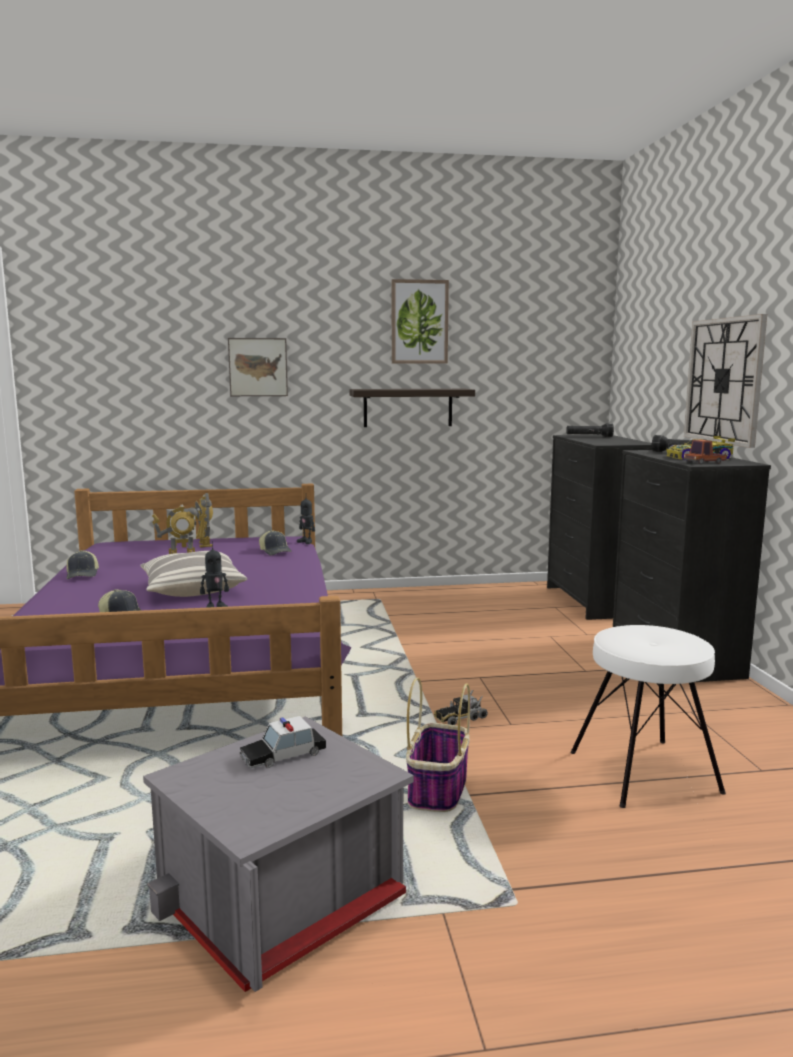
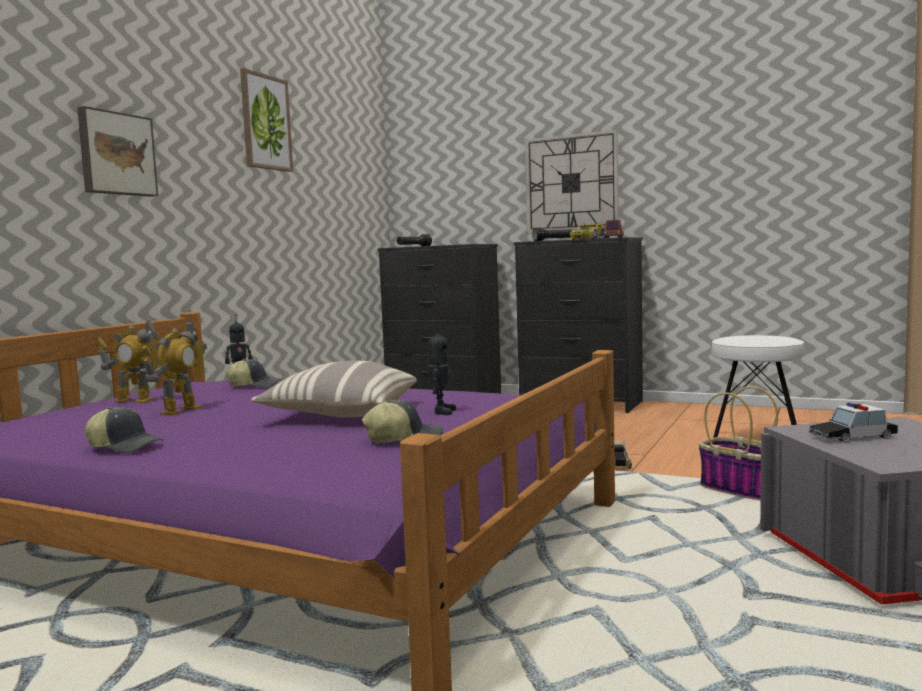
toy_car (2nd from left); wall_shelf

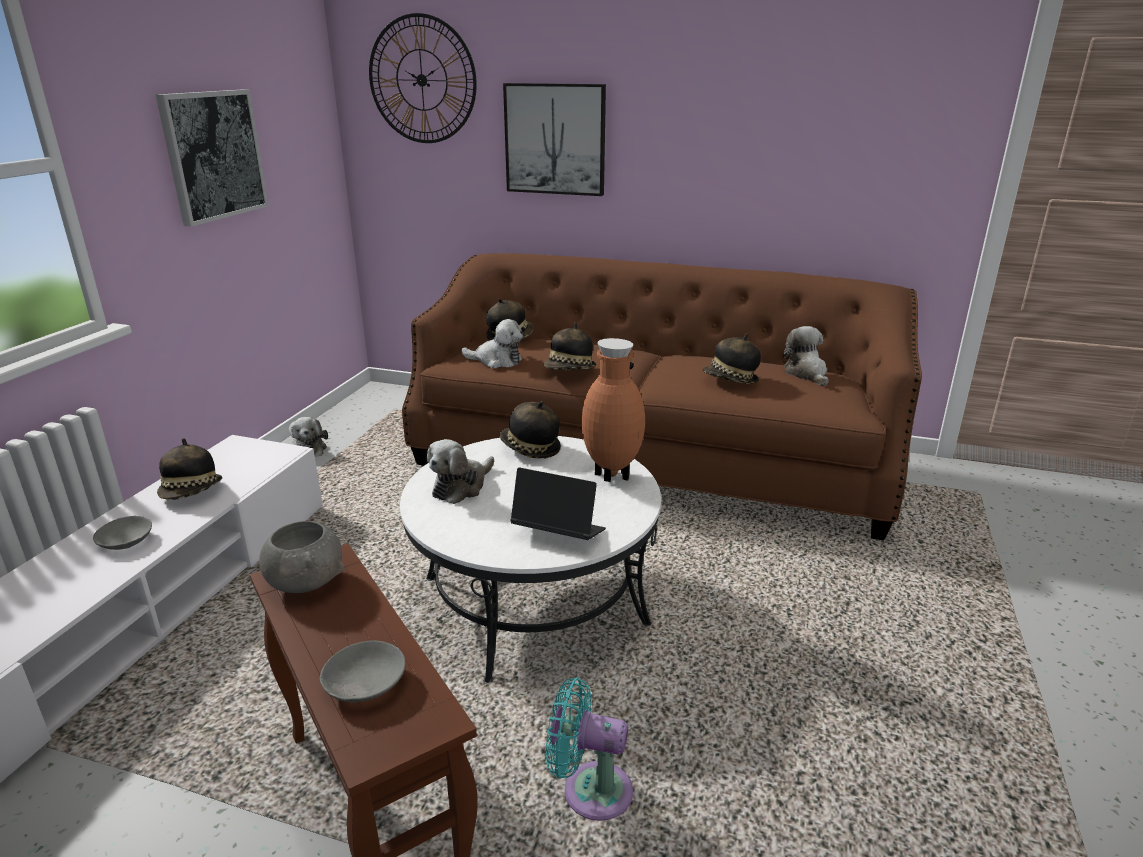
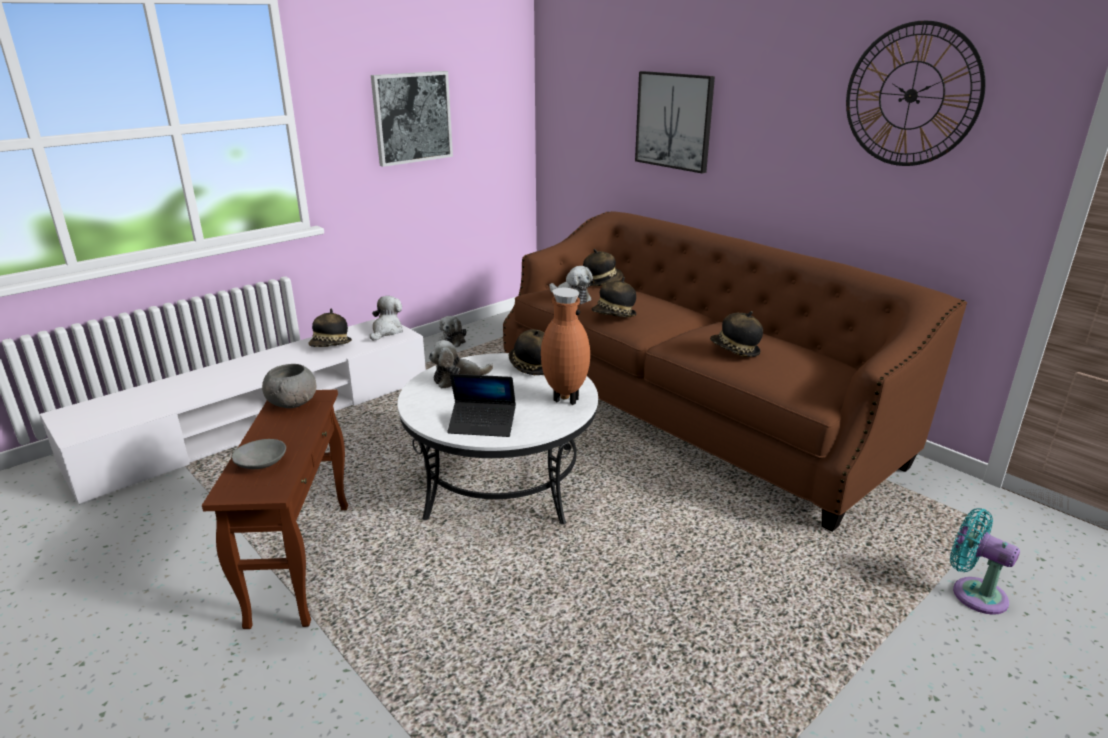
greyish_serving_bowl (1st from left in the first image); clock_on_the_wall; notebook_computer; blue-green_cooling_fan; soft_toy (1st from left)

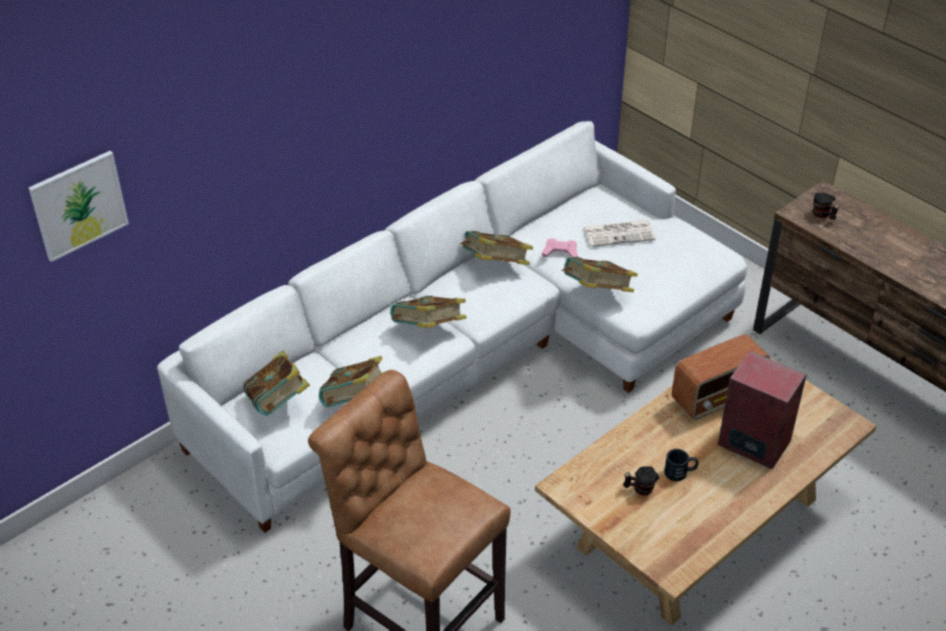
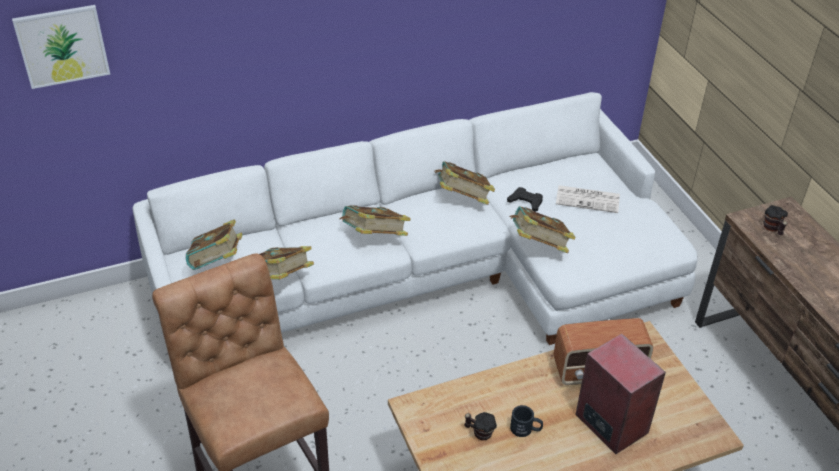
black-coloured_gamepad

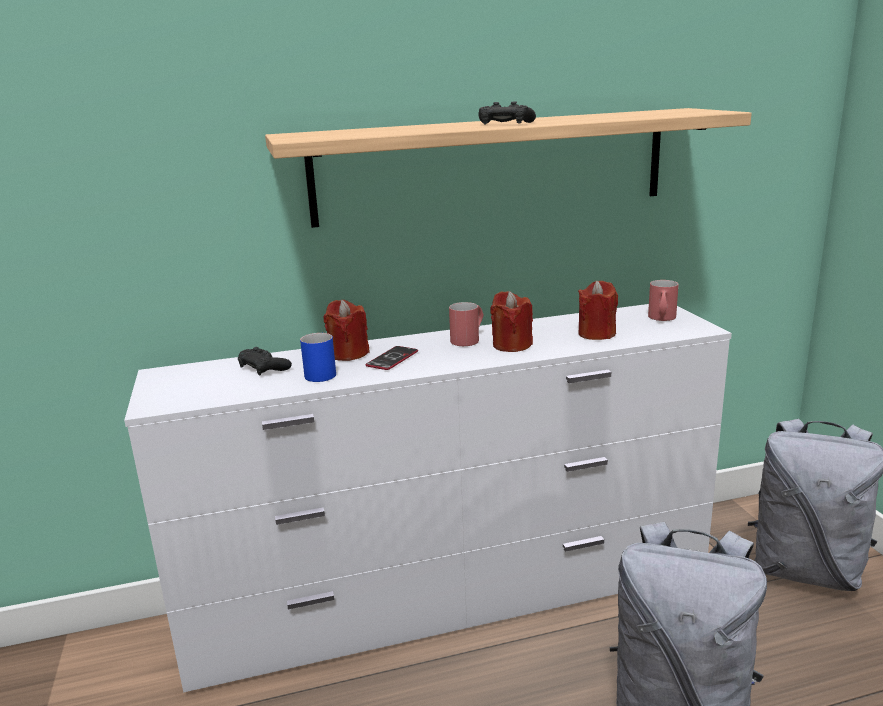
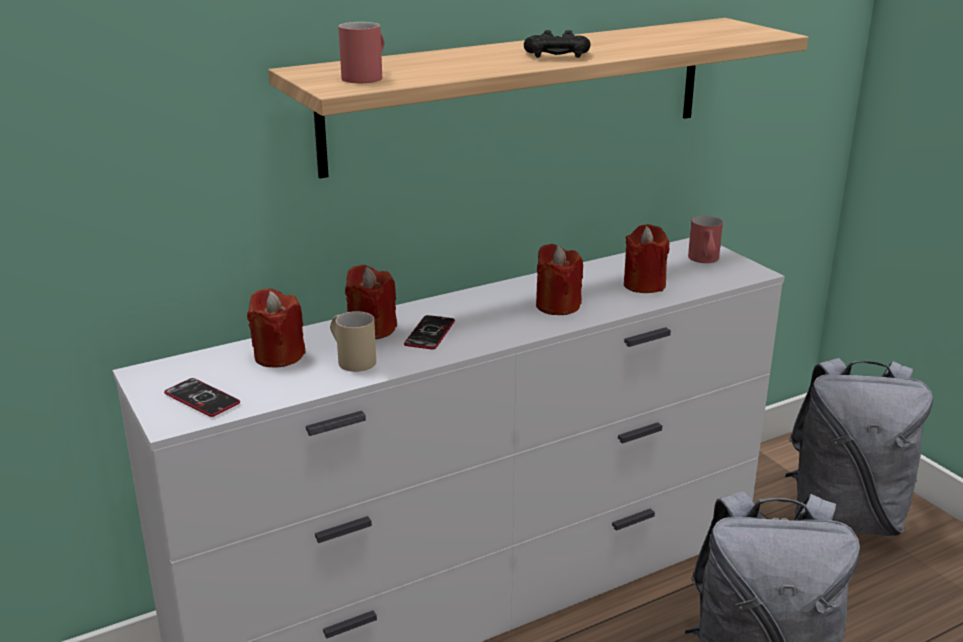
red_wax_light (1st from left); sand-coloured_tea_mug; red_tea_mug (1st from left); telephone (1st from left)

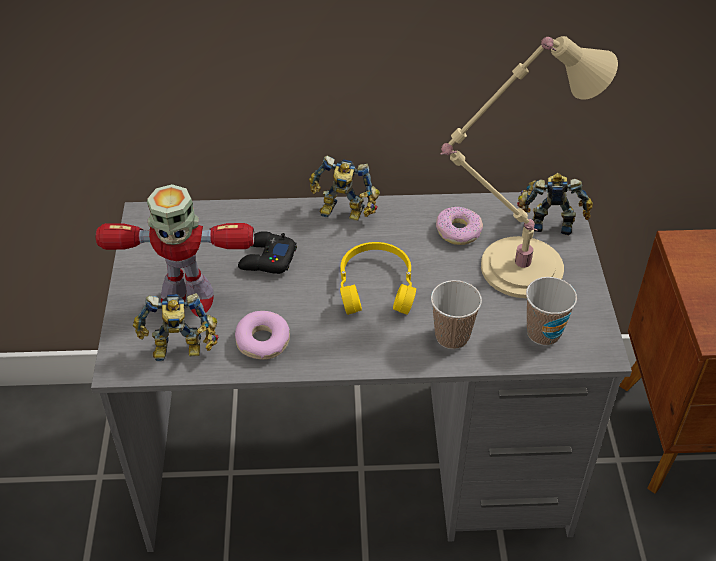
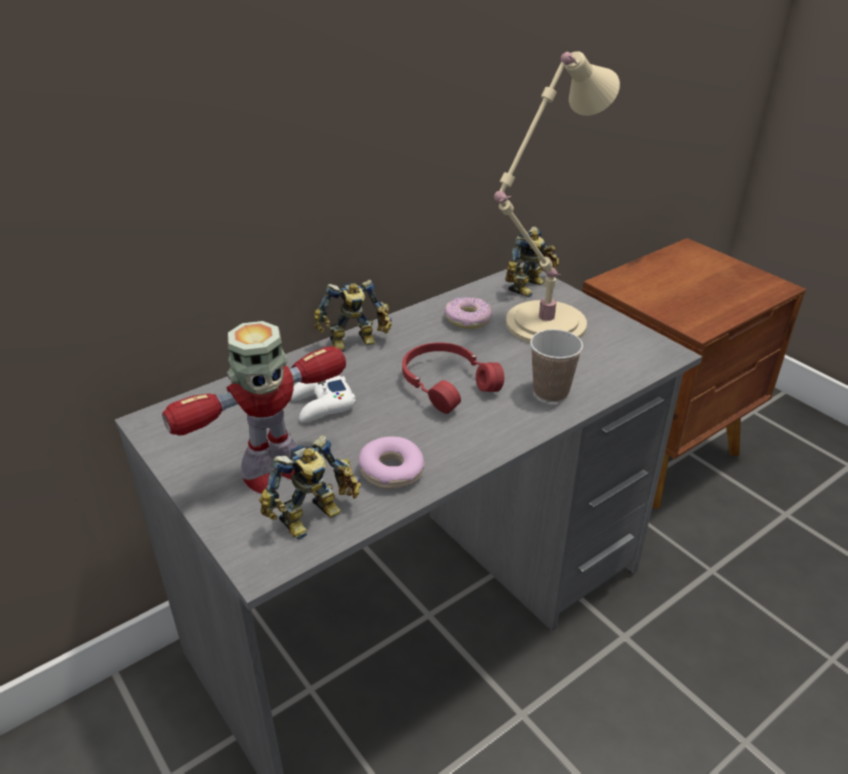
white-coloured_gamepad; red_headphones; model_robot (4th from left); small_cup (2nd from left in the first image)

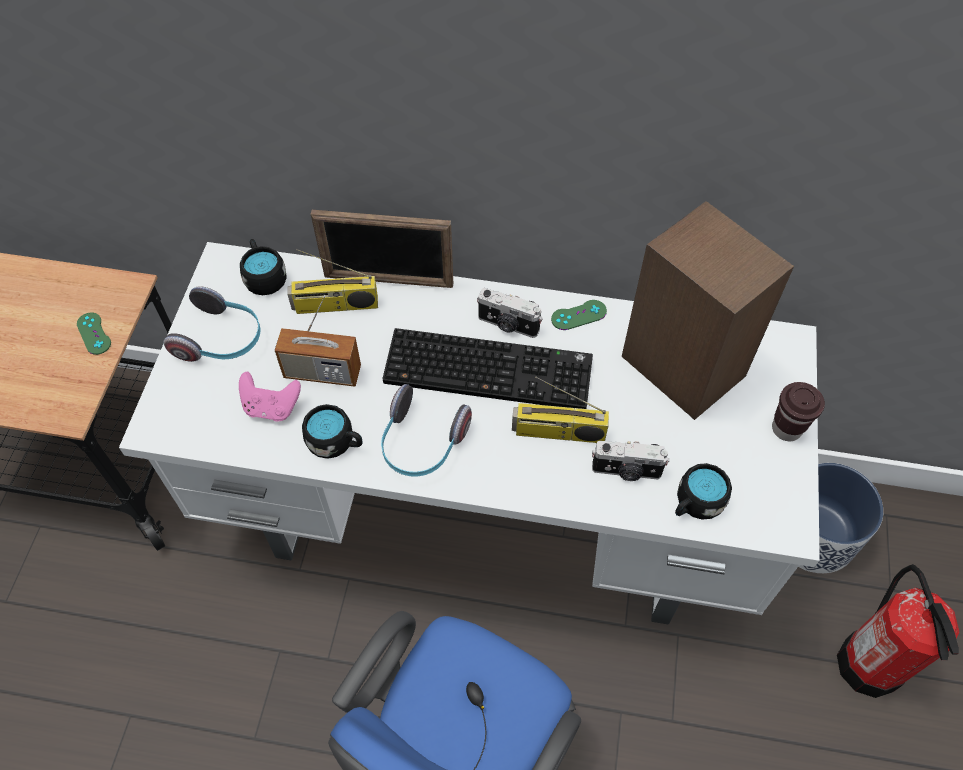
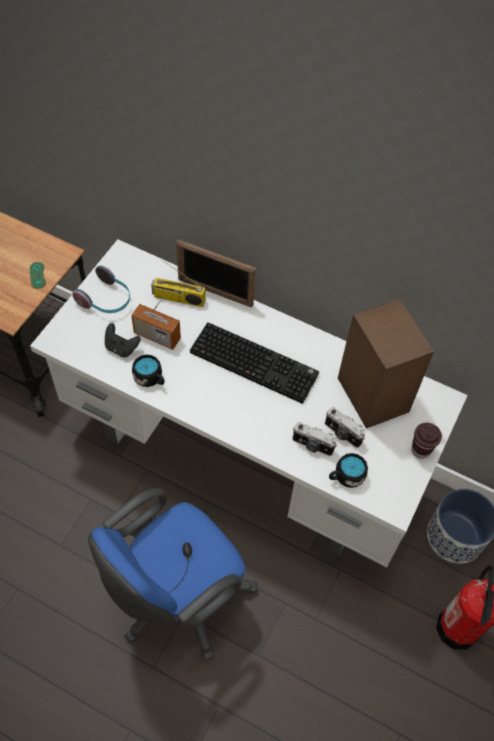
black-coloured_gamepad; black-coloured_tea_mug (1st from left in the first image); headphones (2nd from left in the first image); still_camera (2nd from left); radio (3rd from left in the first image); green_gamepad (2nd from left in the first image)

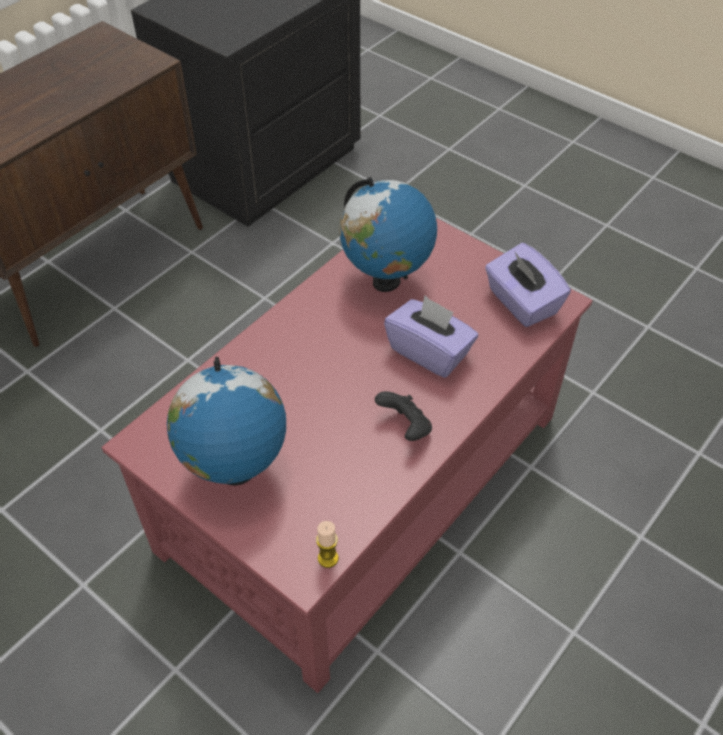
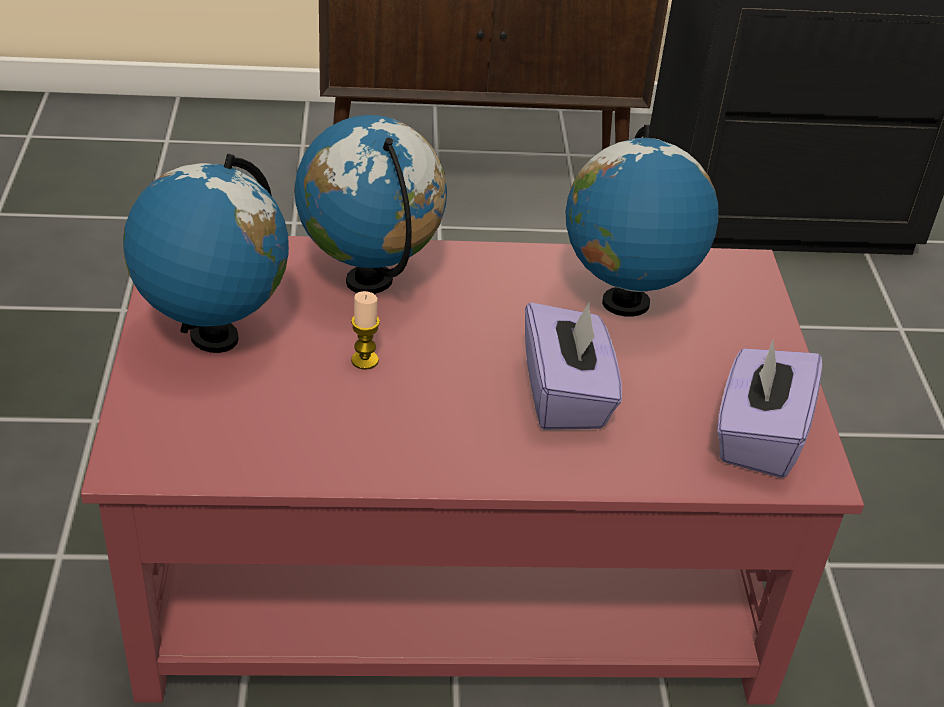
wax_light; black-coloured_gamepad; desk_globe (2nd from left)

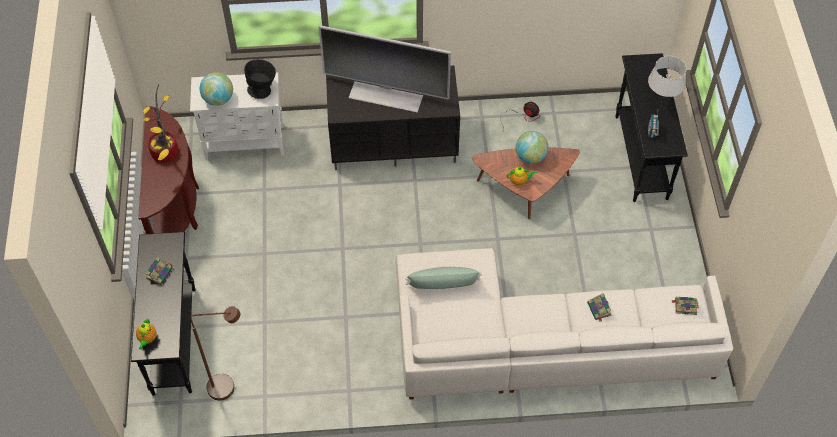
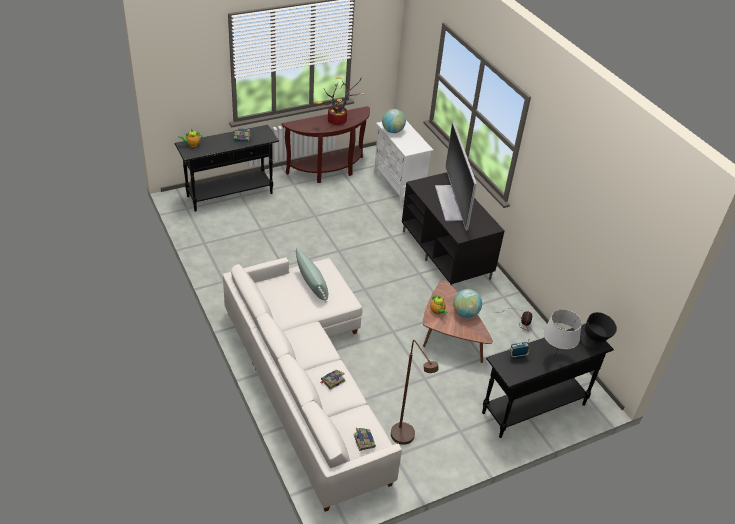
brownish_standard_lamp; black-coloured_serving_bowl

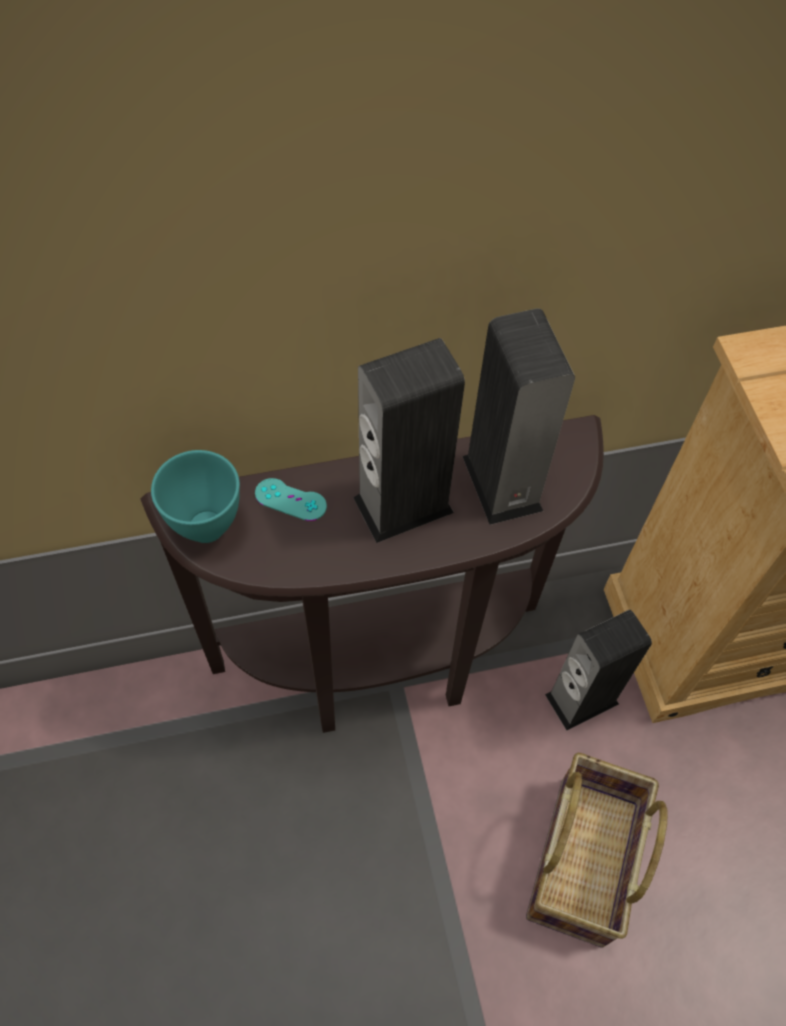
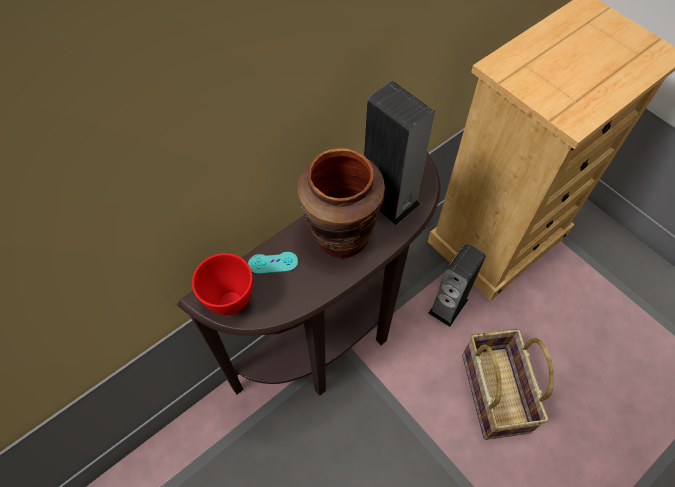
red_serving_bowl; brownish_flower_vase

